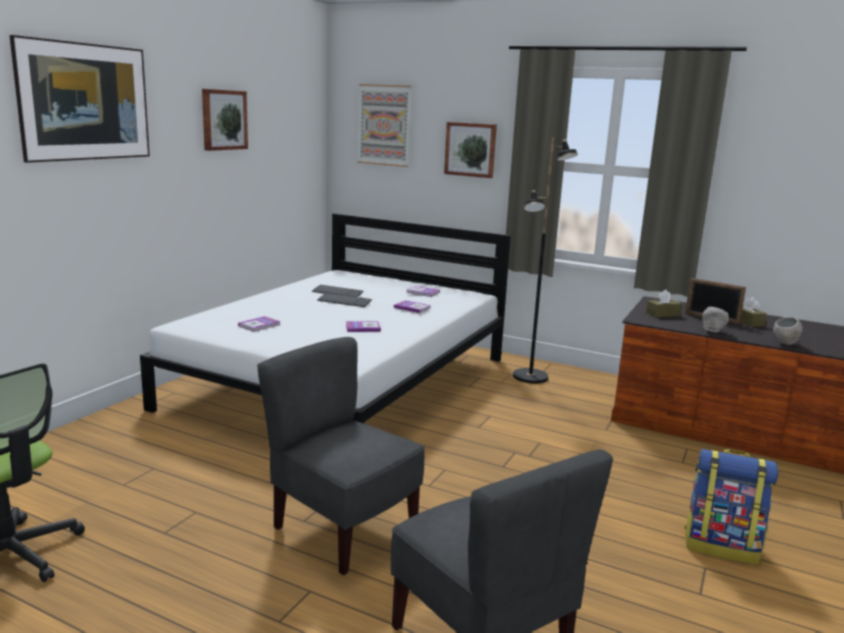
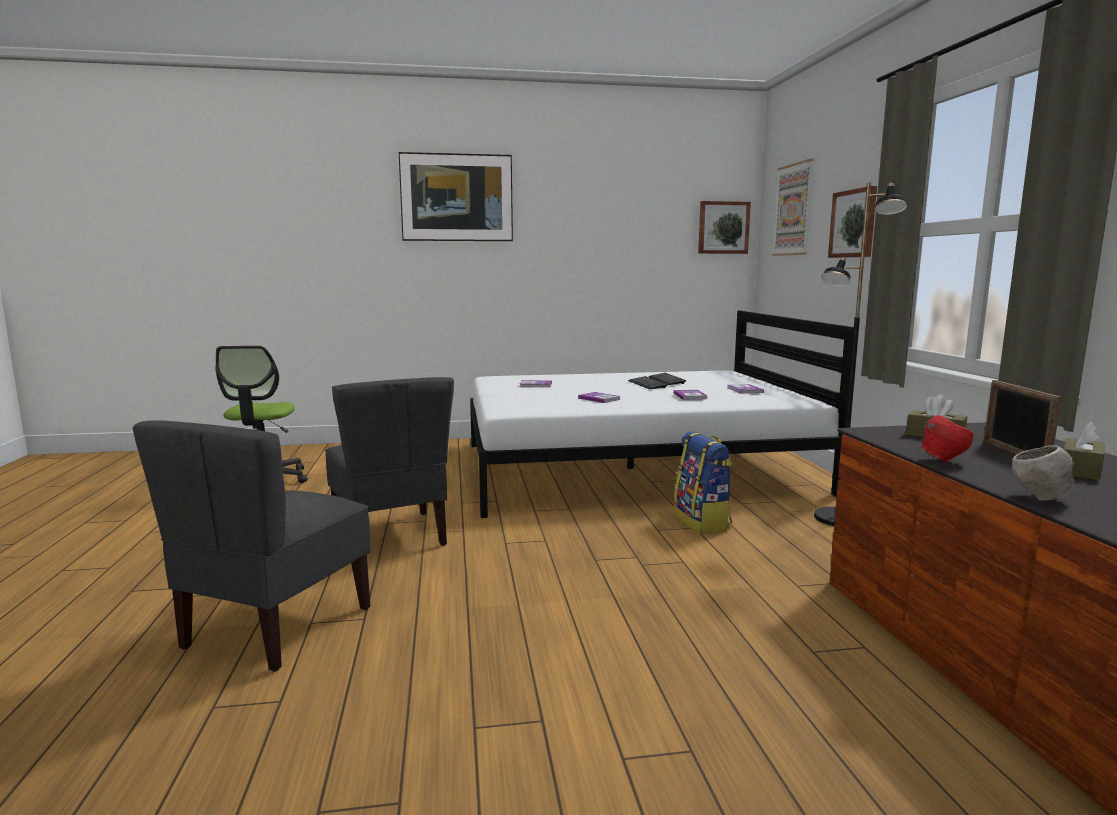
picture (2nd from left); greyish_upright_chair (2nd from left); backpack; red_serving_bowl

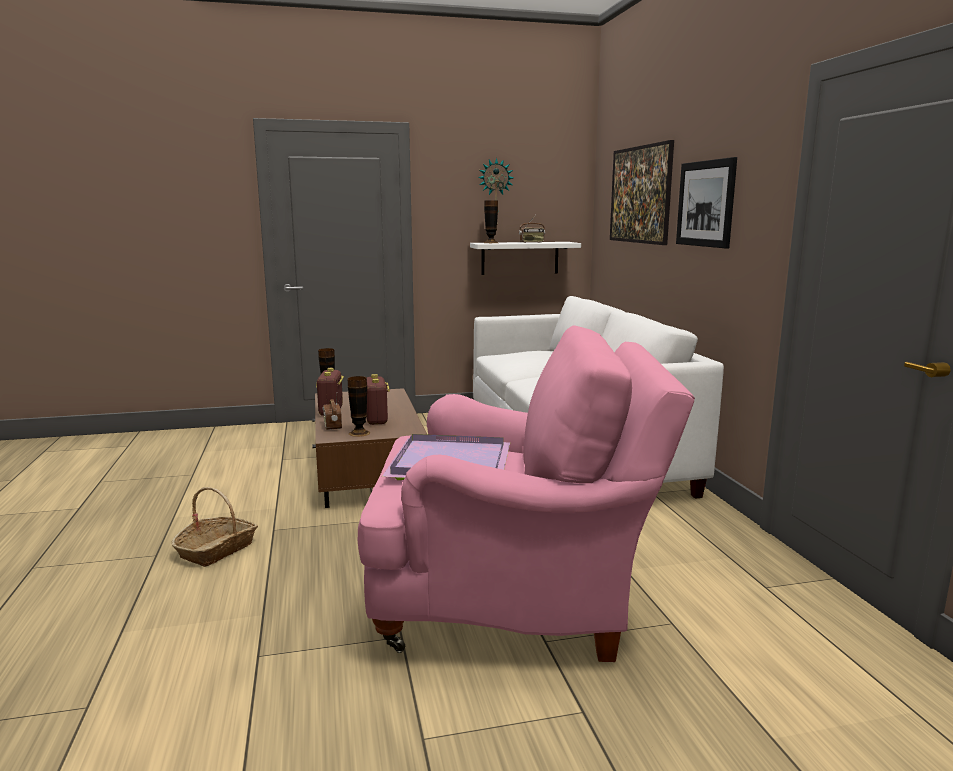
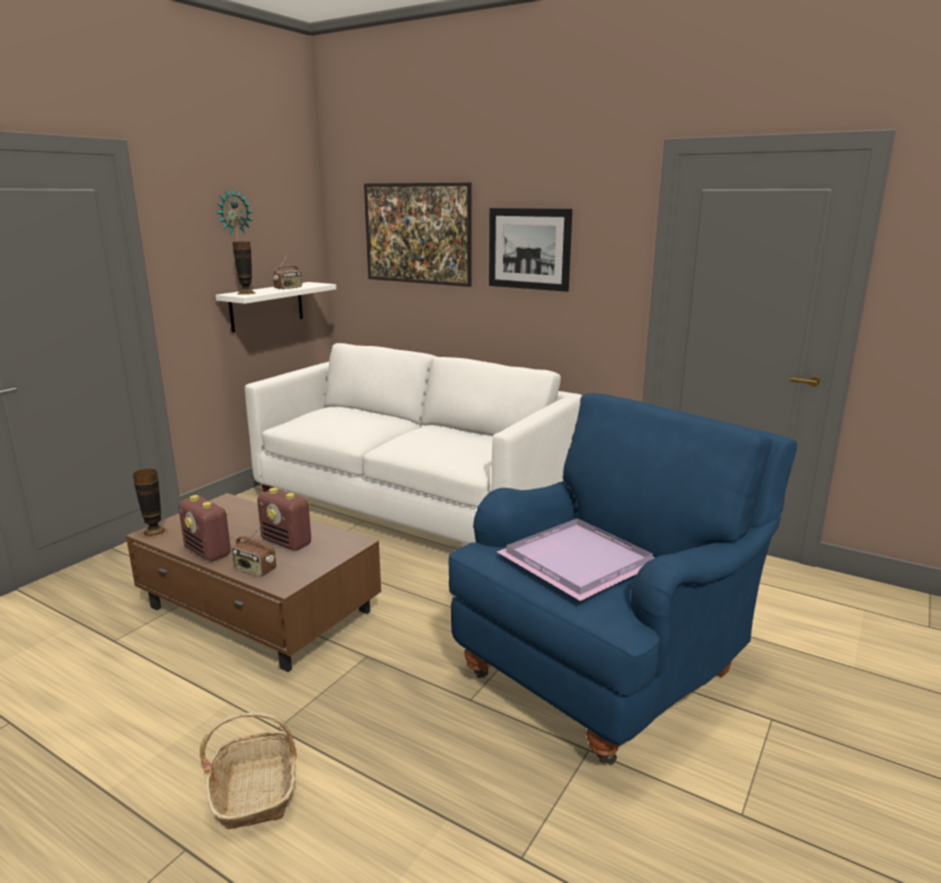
flower_vase (2nd from left in the first image); bluish_lounge_chair

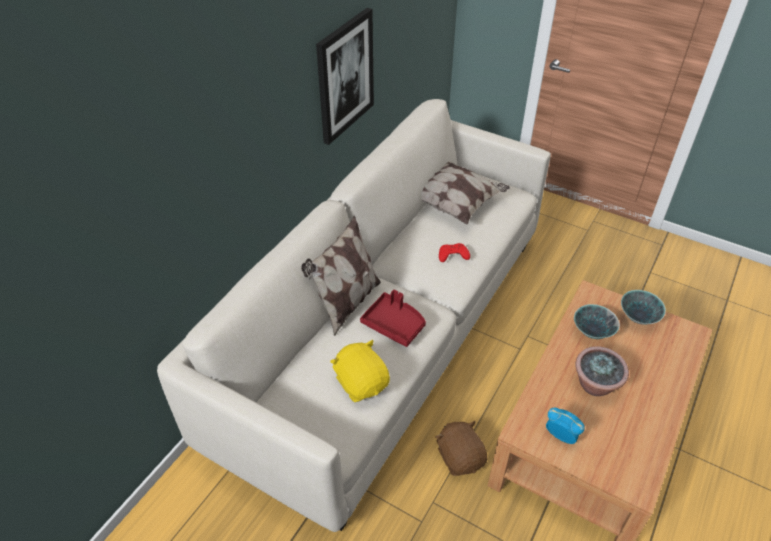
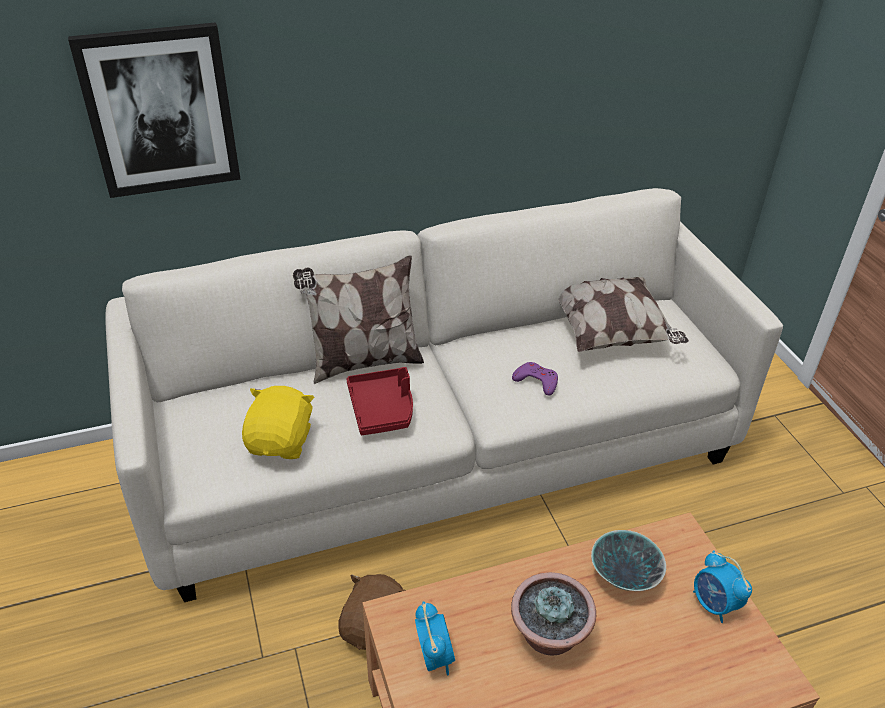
picture; purple_gamepad; table_clock (2nd from left)

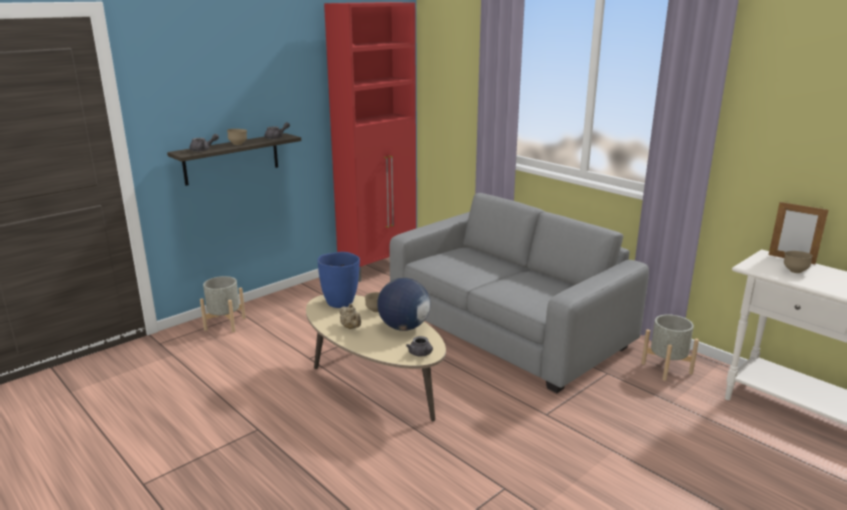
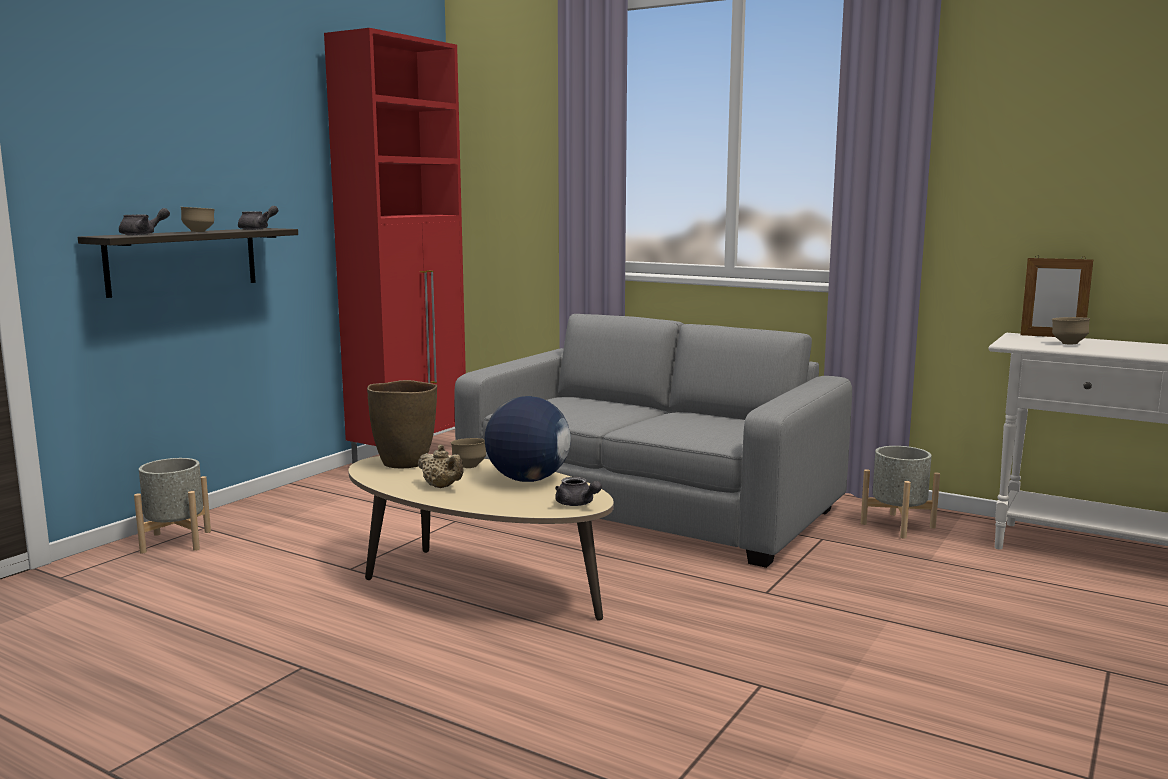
brownish_flower_vase

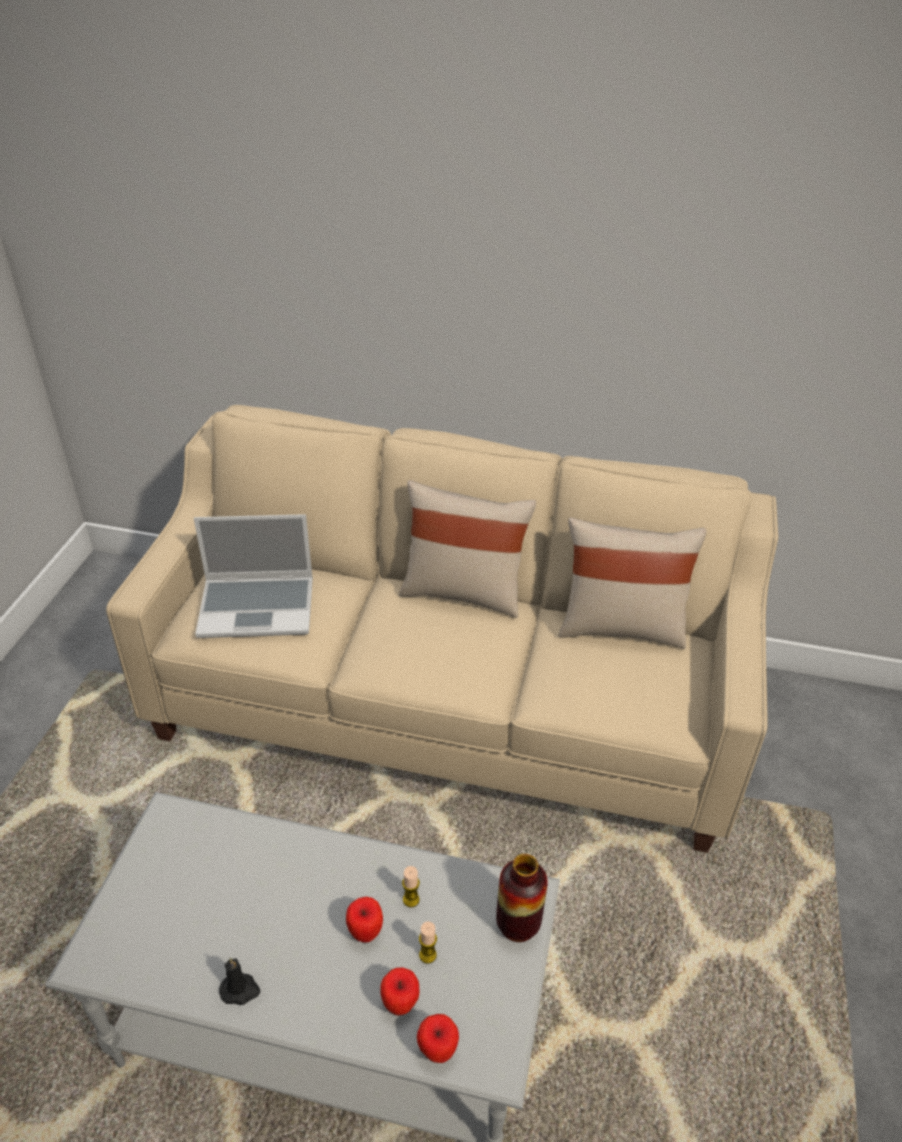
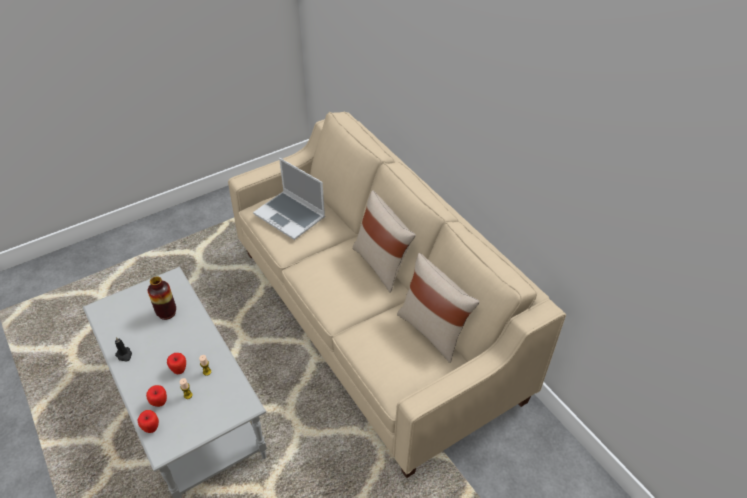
flower_vase

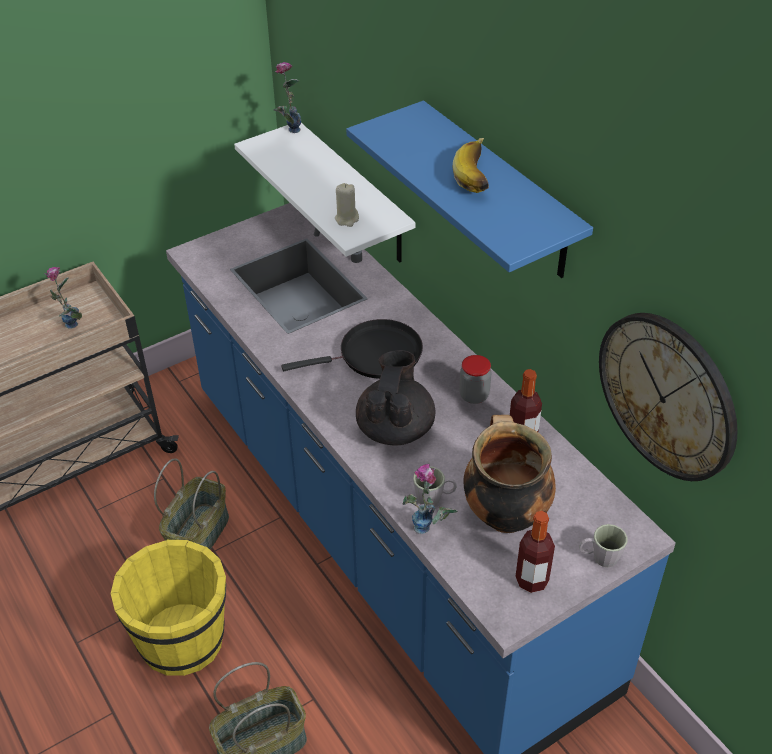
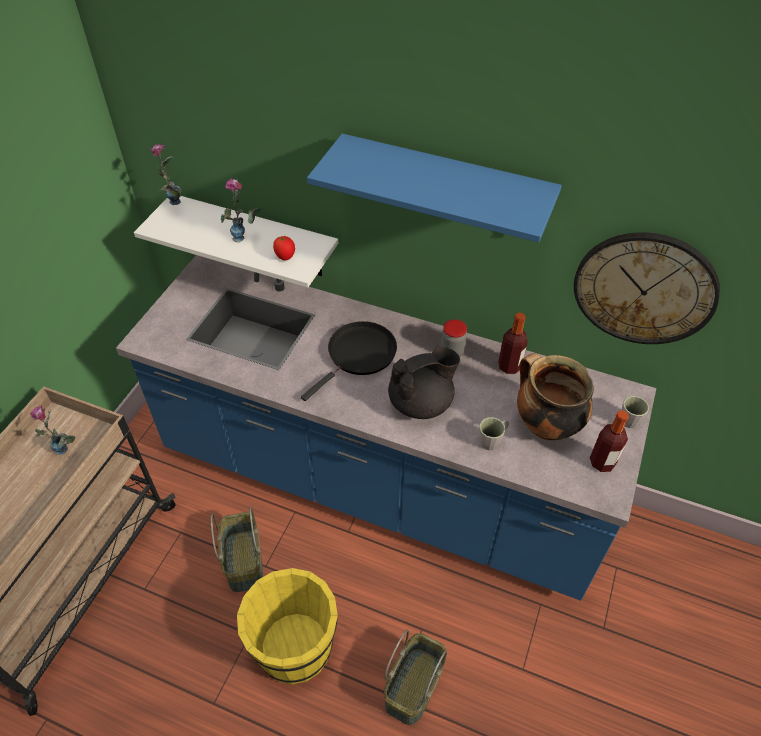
tomato; black-coloured_tea_pot; flower_vase (3rd from left); banana

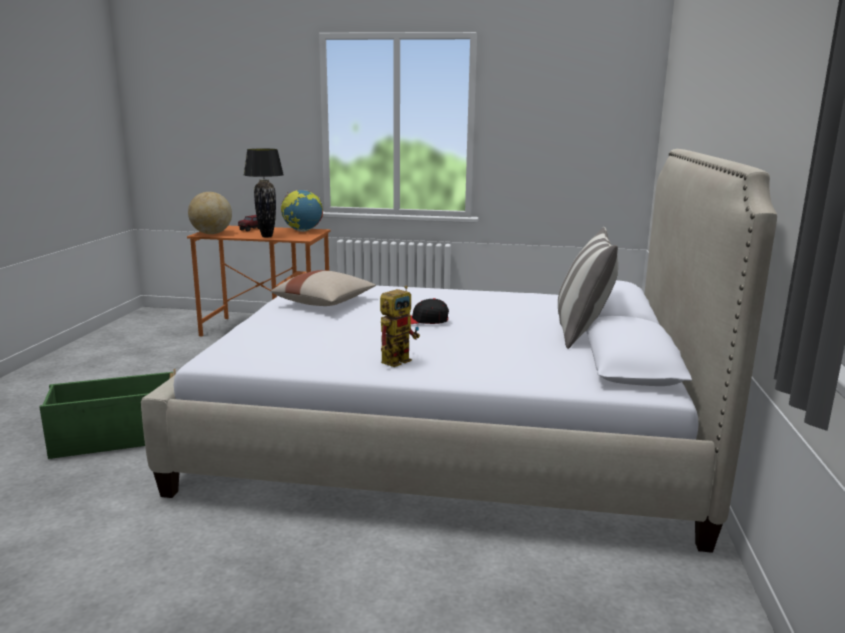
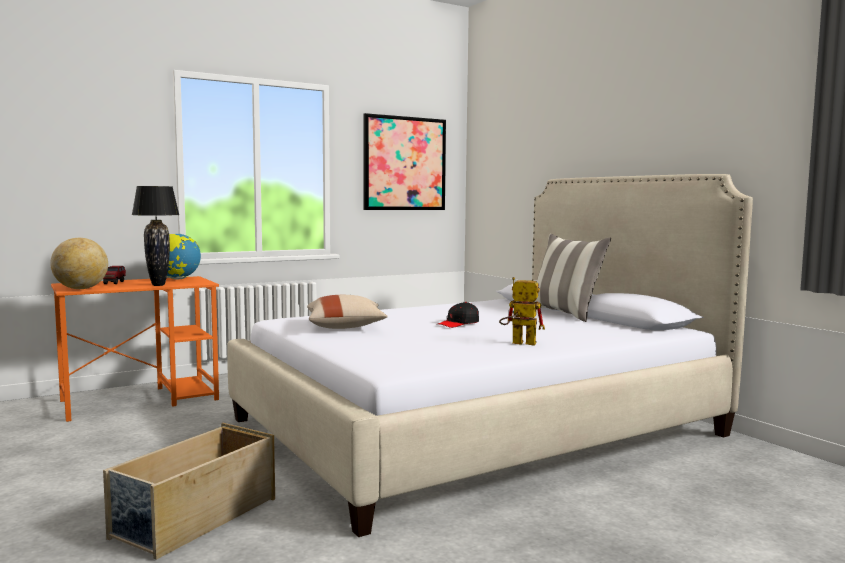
sand-coloured_storage_bin; model_robot; picture

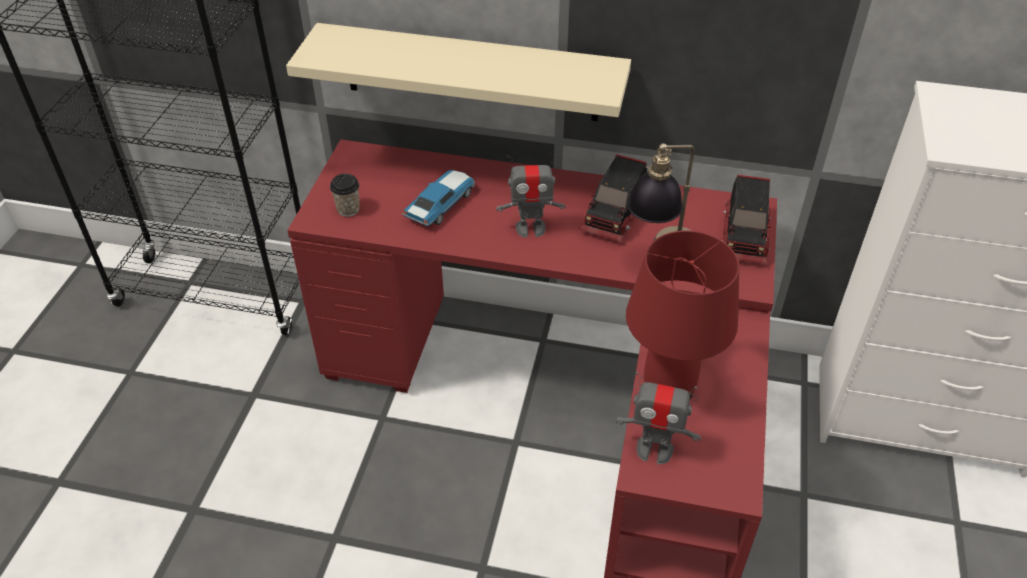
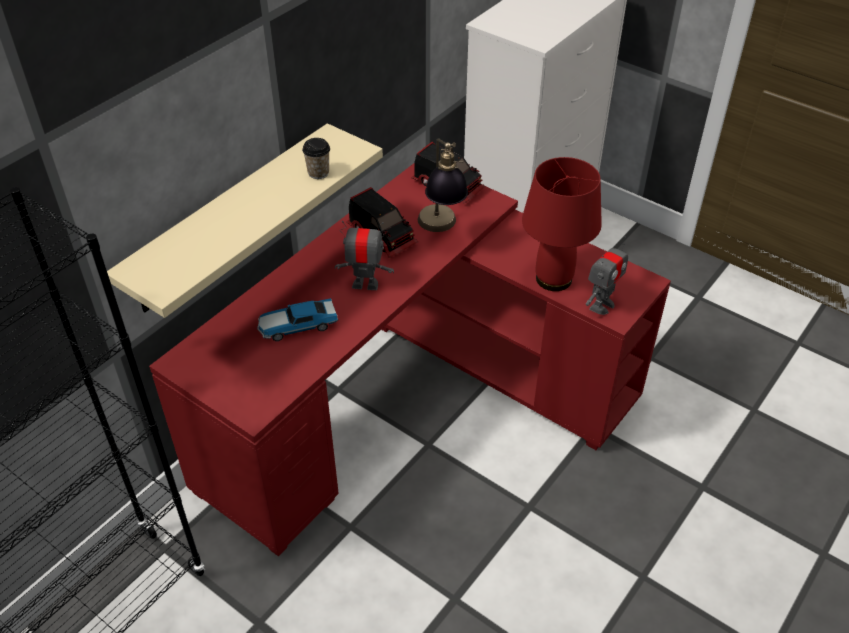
small_cup; toy_car; model_robot (1st from left)

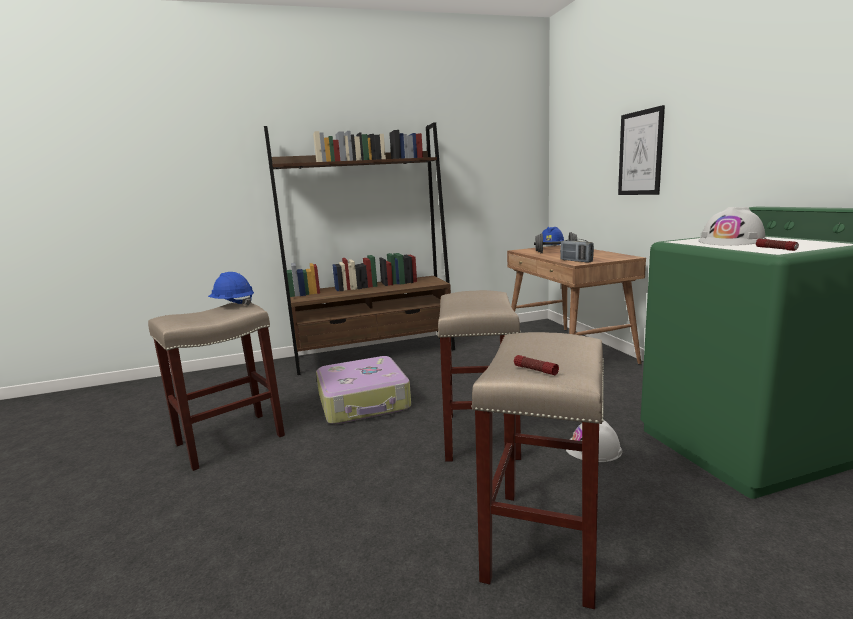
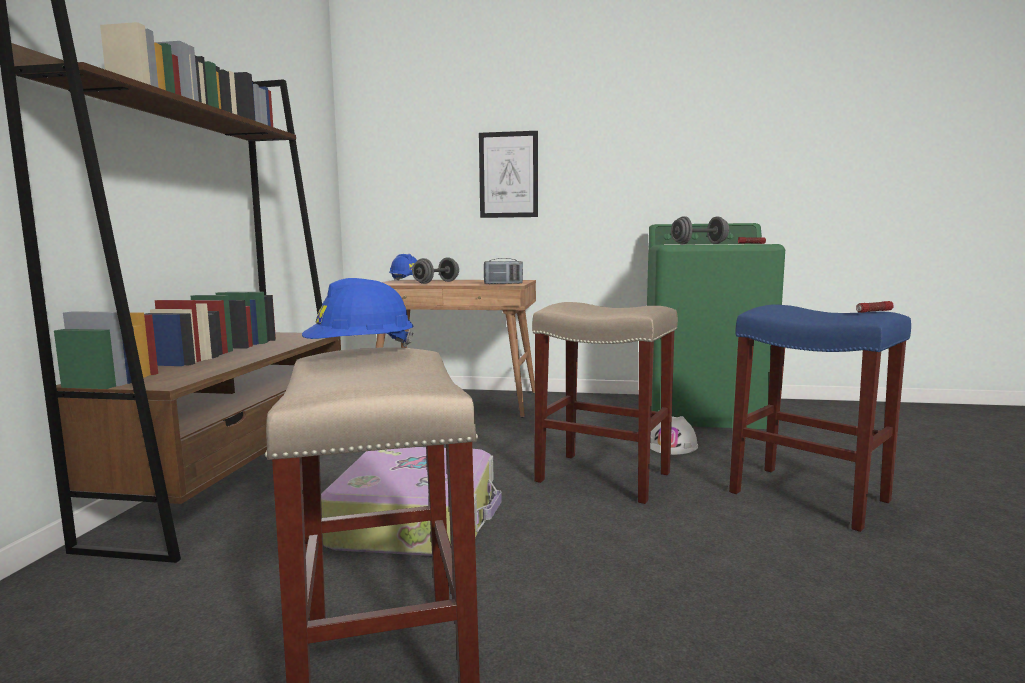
bluish_stool; greyish_dumbbell (2nd from left)

